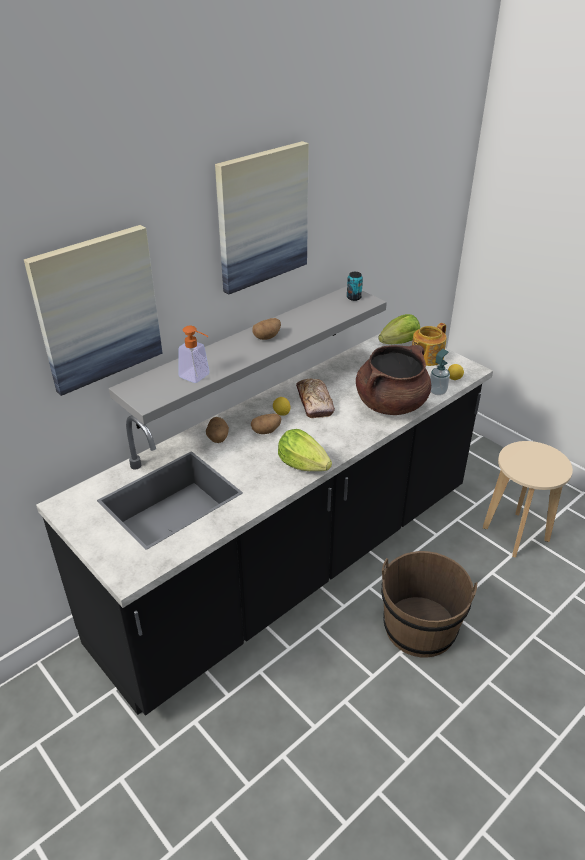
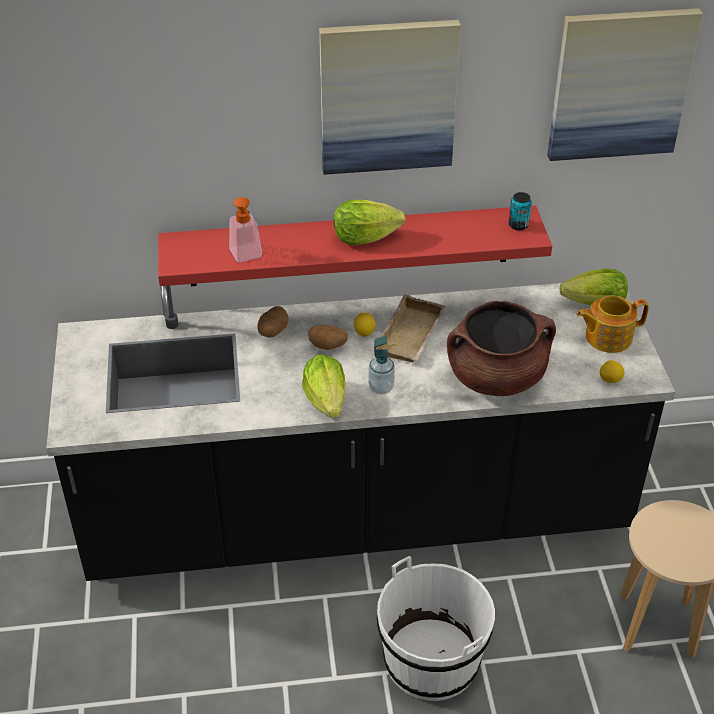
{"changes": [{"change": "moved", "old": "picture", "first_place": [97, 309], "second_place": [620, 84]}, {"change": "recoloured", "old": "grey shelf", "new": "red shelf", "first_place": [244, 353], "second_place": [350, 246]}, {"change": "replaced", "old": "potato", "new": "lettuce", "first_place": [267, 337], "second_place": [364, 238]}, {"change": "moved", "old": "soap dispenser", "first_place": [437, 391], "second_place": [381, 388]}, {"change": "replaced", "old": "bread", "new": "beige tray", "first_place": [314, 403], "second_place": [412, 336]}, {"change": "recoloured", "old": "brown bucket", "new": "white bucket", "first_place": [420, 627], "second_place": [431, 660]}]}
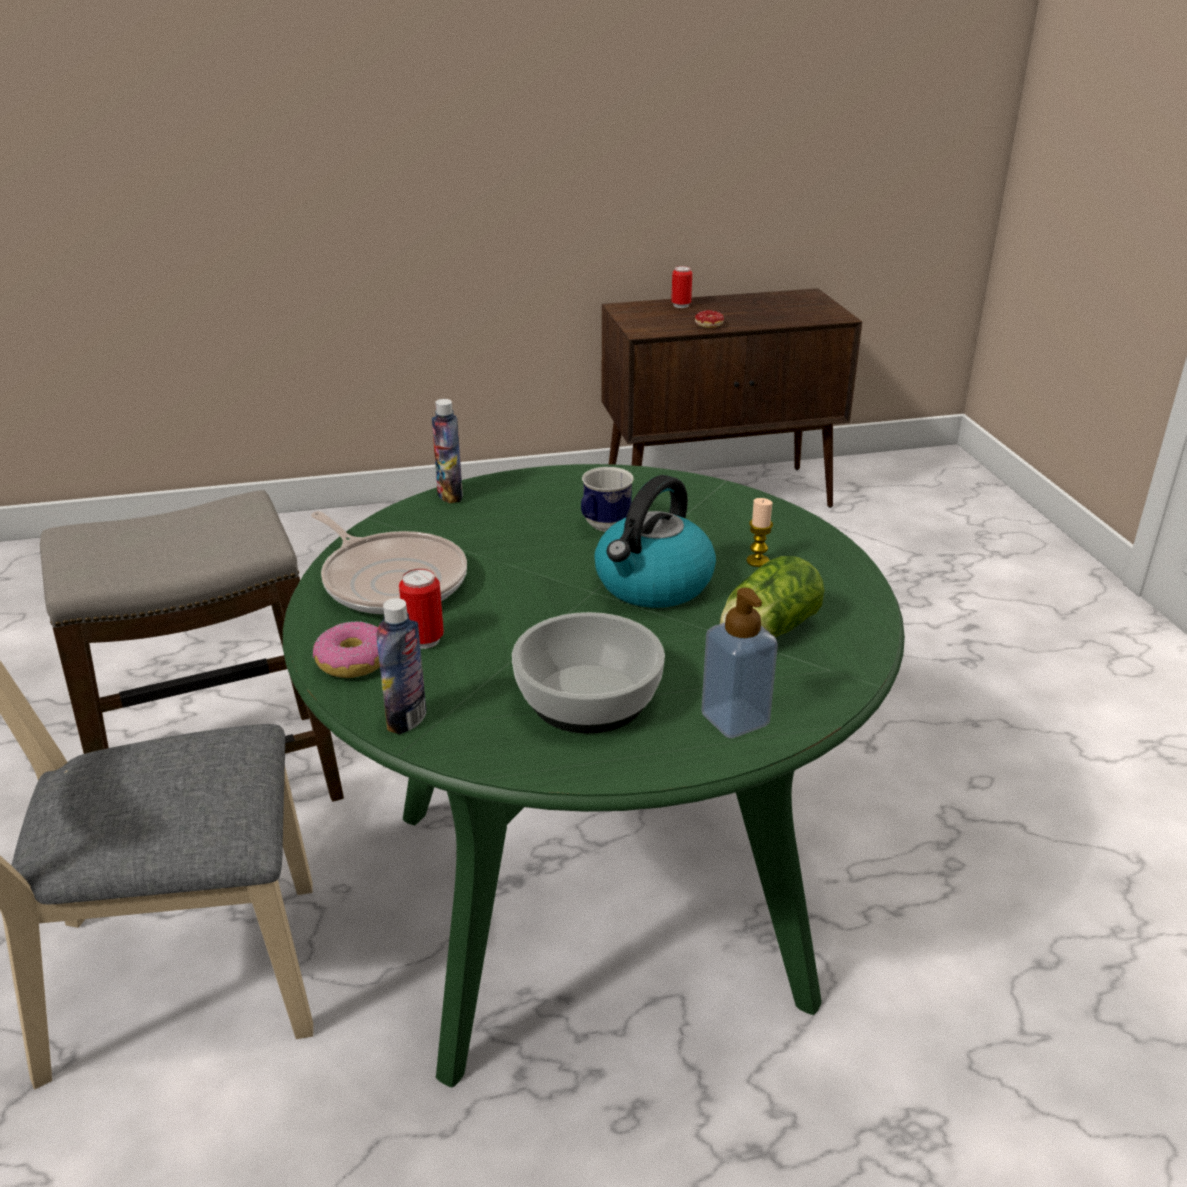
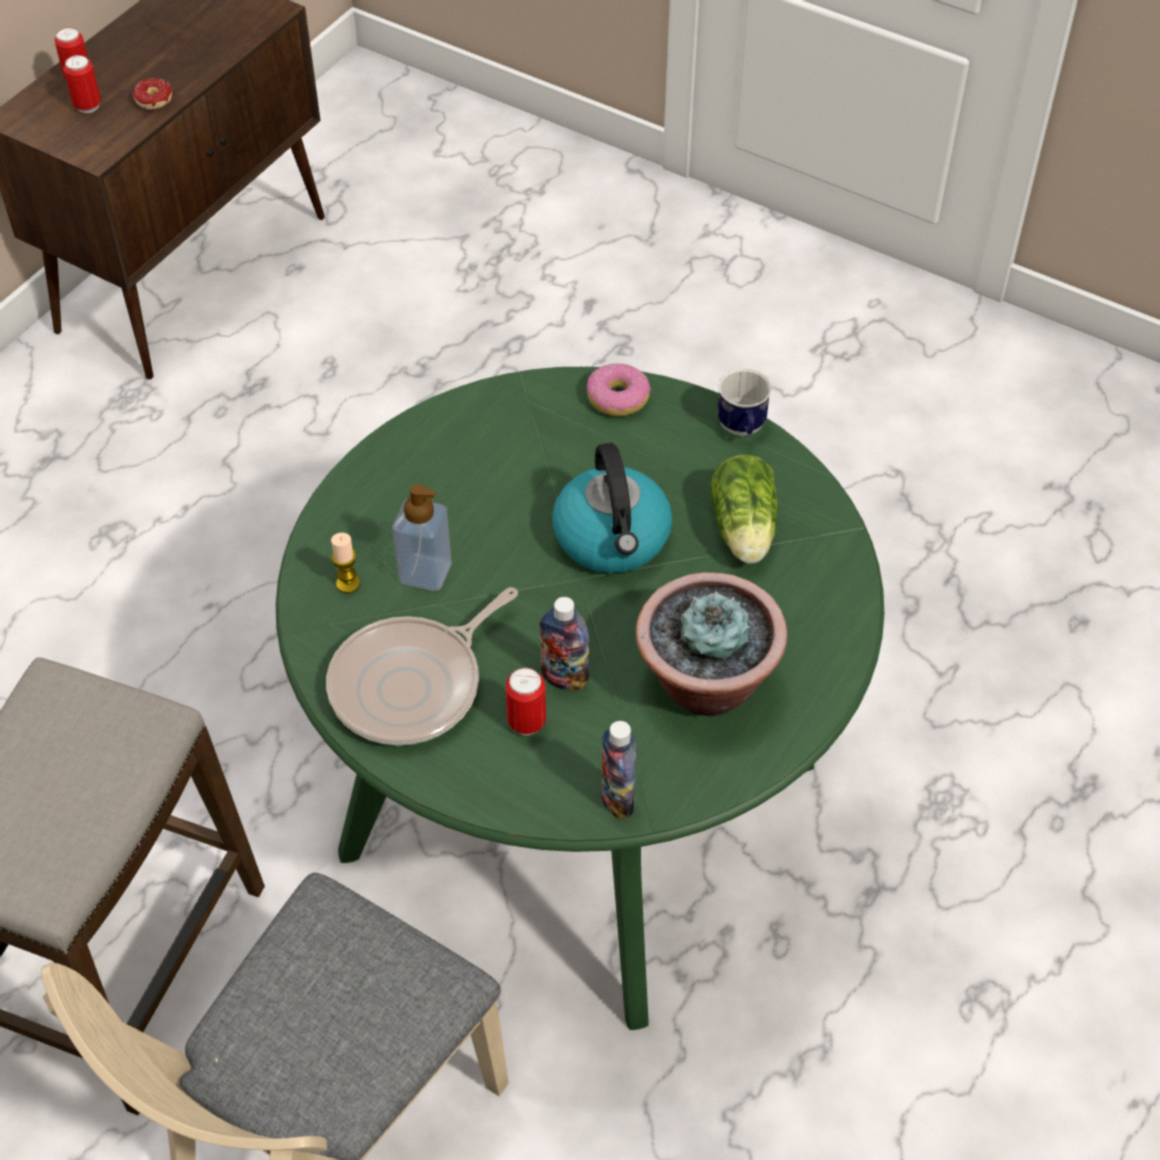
{"changes": [{"change": "moved", "old": "bottle", "first_place": [450, 495], "second_place": [564, 678]}, {"change": "moved", "old": "mug", "first_place": [602, 527], "second_place": [742, 430]}, {"change": "moved", "old": "candle", "first_place": [757, 561], "second_place": [348, 584]}, {"change": "turned", "old": "frying pan", "first_place": [391, 580], "second_place": [413, 685], "degrees": 135}, {"change": "moved", "old": "soap dispenser", "first_place": [735, 719], "second_place": [425, 572]}, {"change": "replaced", "old": "bowl", "new": "potted plant", "first_place": [586, 697], "second_place": [706, 684]}, {"change": "moved", "old": "donut", "first_place": [353, 661], "second_place": [618, 398]}, {"change": "added", "new": "can", "second_place": [88, 106]}]}
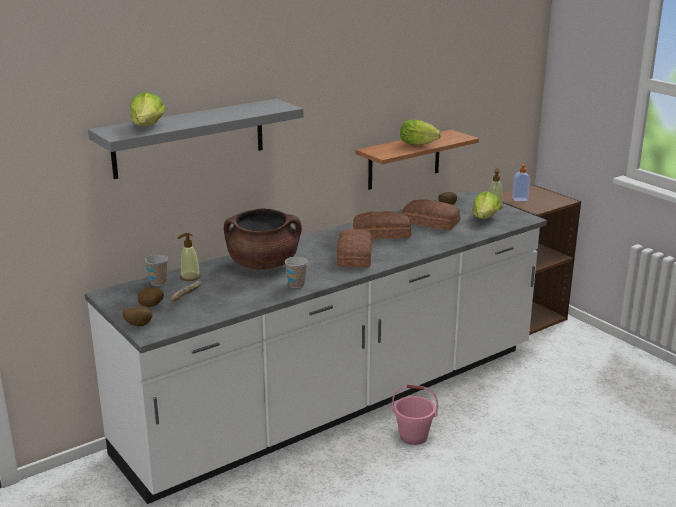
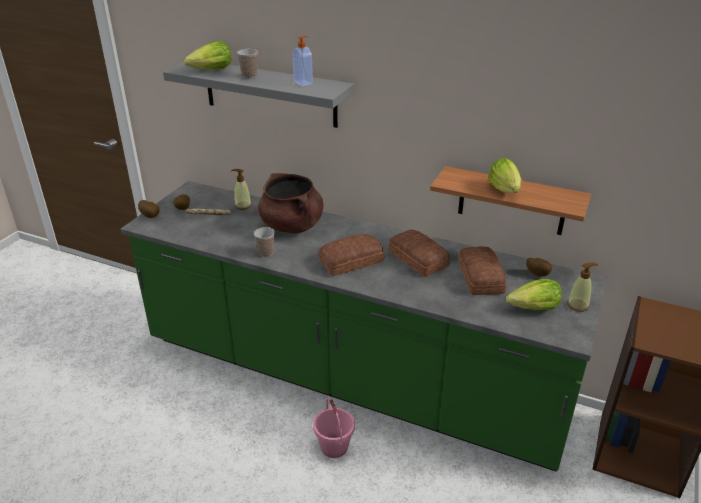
{"changes": [{"change": "moved", "old": "soap dispenser", "first_place": [520, 199], "second_place": [303, 83]}, {"change": "recoloured", "old": "white counter", "new": "green counter", "first_place": [338, 402], "second_place": [350, 378]}, {"change": "moved", "old": "cup", "first_place": [158, 282], "second_place": [249, 76]}]}
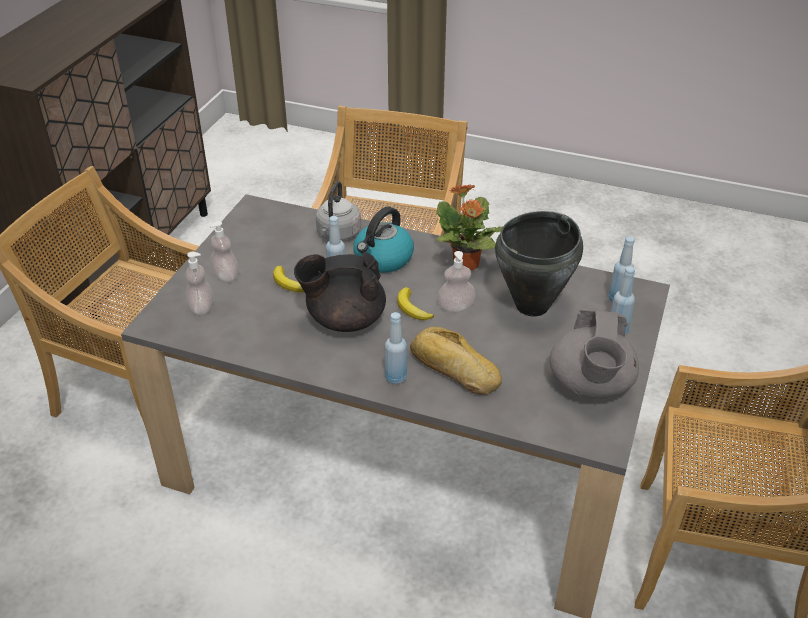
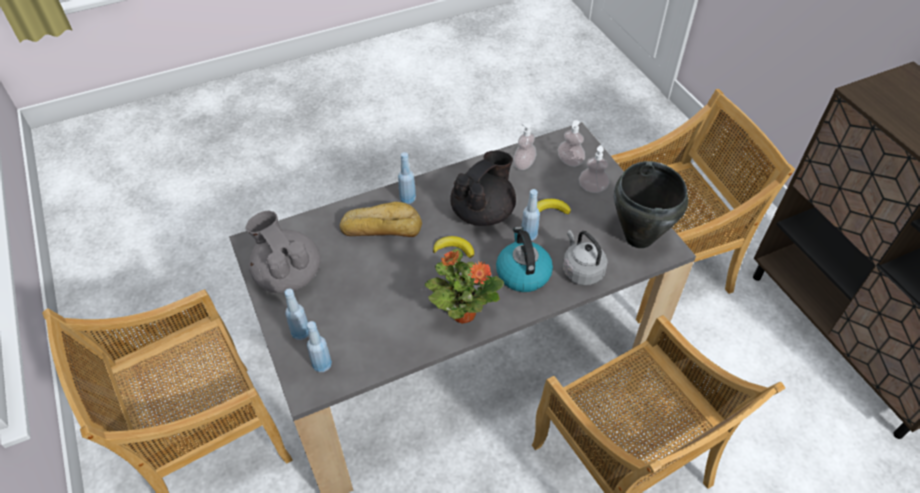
{"changes": [{"change": "moved", "old": "black cooking pot", "first_place": [533, 306], "second_place": [638, 238]}, {"change": "moved", "old": "soap dispenser", "first_place": [456, 307], "second_place": [524, 164]}]}
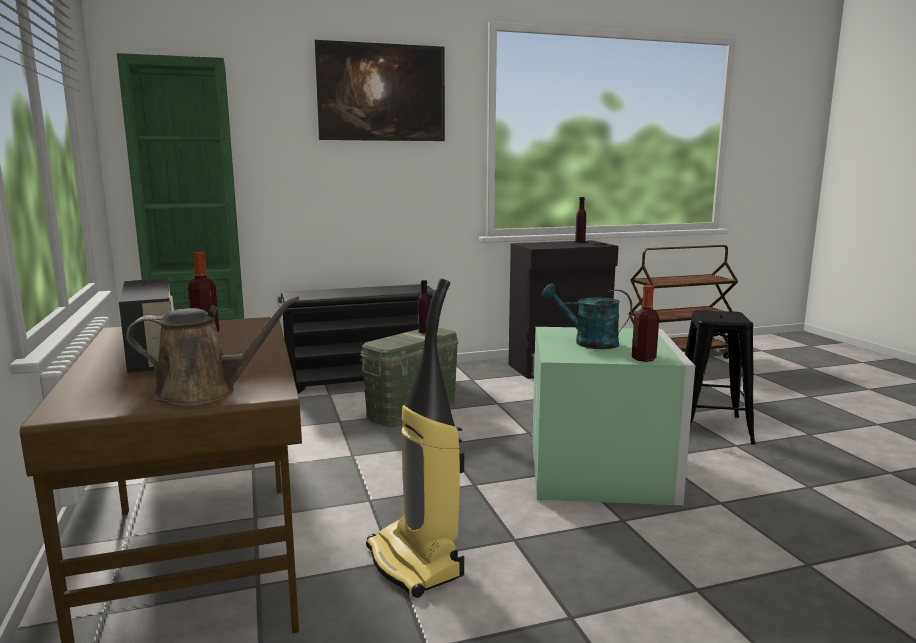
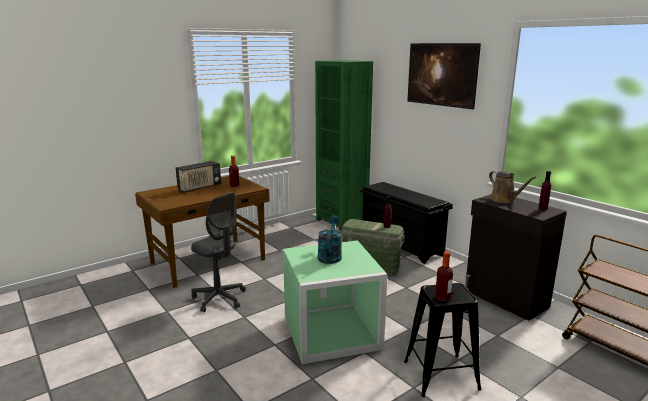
{"changes": [{"change": "replaced", "old": "vacuum cleaner", "new": "grey office chair", "first_place": [416, 562], "second_place": [219, 298]}, {"change": "moved", "old": "bottle", "first_place": [643, 359], "second_place": [442, 297]}, {"change": "moved", "old": "brown watering can", "first_place": [204, 393], "second_place": [504, 200]}]}
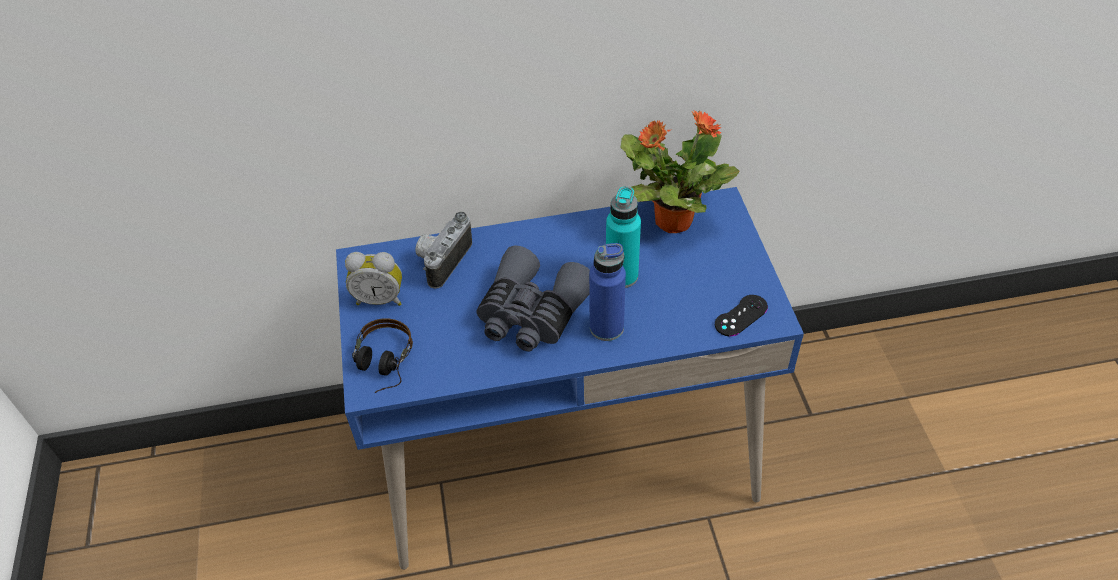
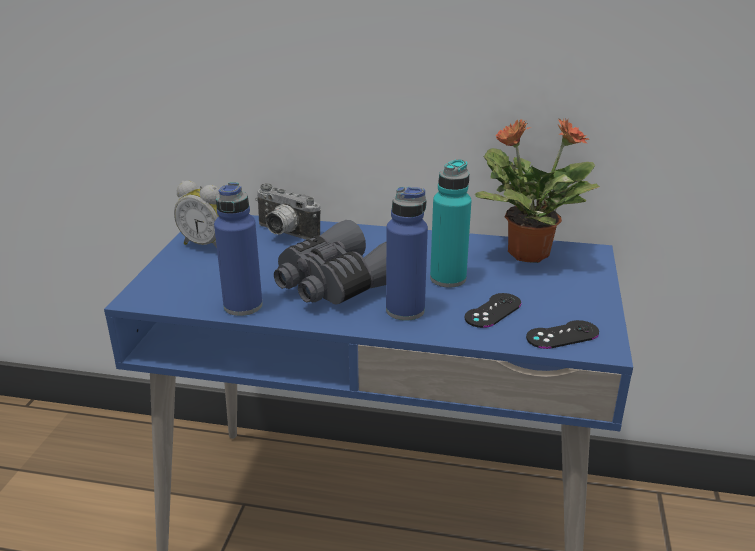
{"changes": [{"change": "turned", "old": "photo camera", "first_place": [442, 260], "second_place": [283, 234], "degrees": -105}, {"change": "removed", "old": "headphones", "first_place": [382, 367]}, {"change": "added", "new": "blue bottle", "second_place": [243, 306]}, {"change": "added", "new": "black game controller", "second_place": [493, 311]}]}
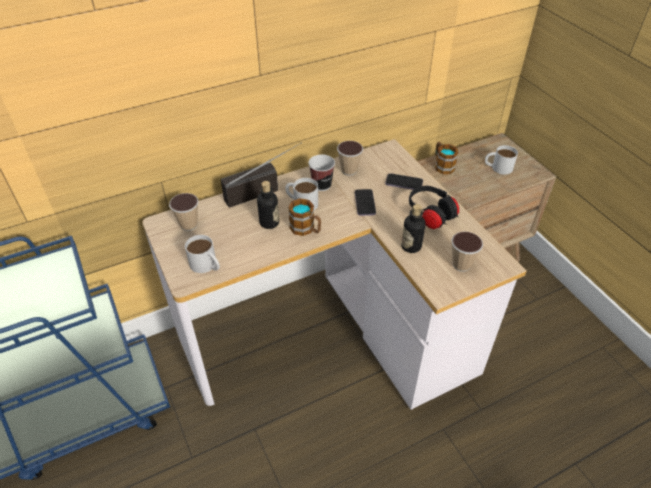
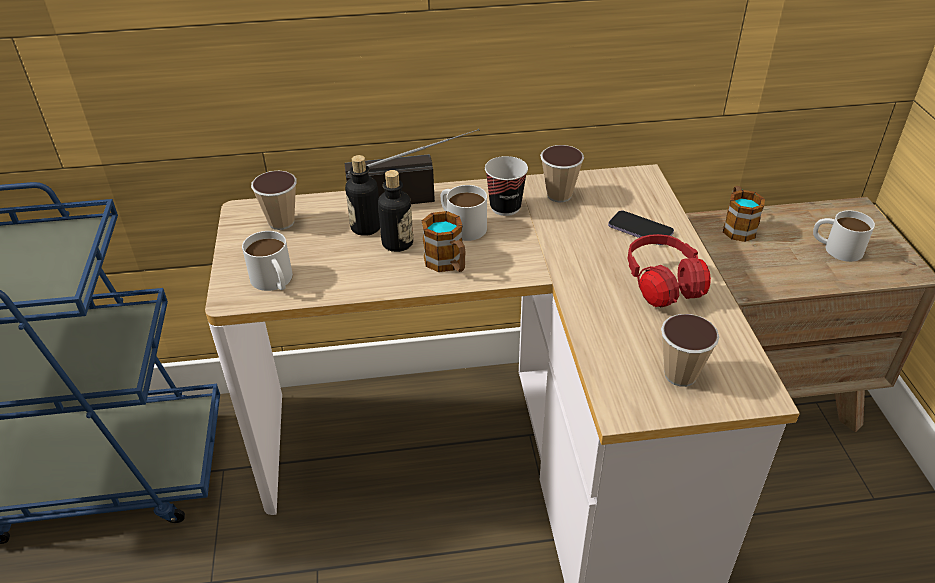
{"changes": [{"change": "recoloured", "old": "black headphones", "new": "red headphones", "first_place": [431, 216], "second_place": [663, 287]}, {"change": "removed", "old": "phone", "first_place": [365, 203]}, {"change": "moved", "old": "bottle", "first_place": [411, 246], "second_place": [366, 227]}]}
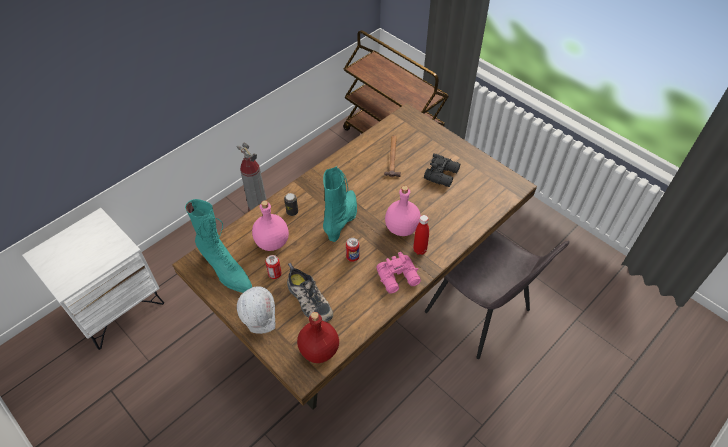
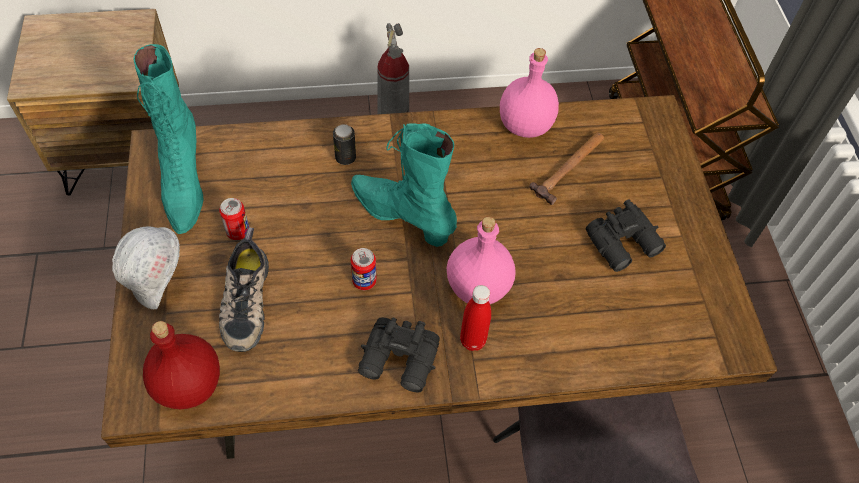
{"changes": [{"change": "turned", "old": "turquoise boot", "first_place": [342, 220], "second_place": [402, 216], "degrees": -105}, {"change": "moved", "old": "pink bottle", "first_place": [272, 243], "second_place": [524, 126]}, {"change": "recoloured", "old": "white nightstand", "new": "brown nightstand", "first_place": [115, 305], "second_place": [128, 153]}, {"change": "recoloured", "old": "pink binoculars", "new": "black binoculars", "first_place": [399, 278], "second_place": [400, 362]}]}
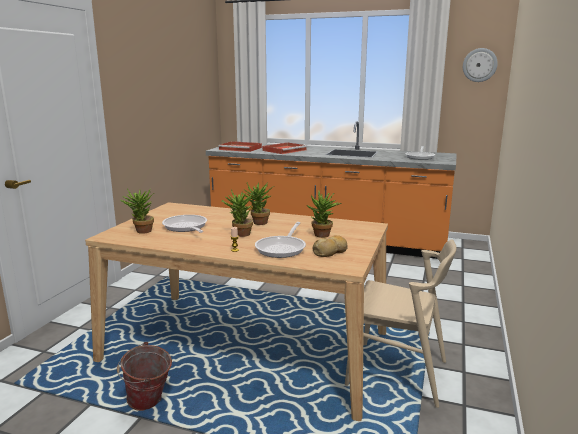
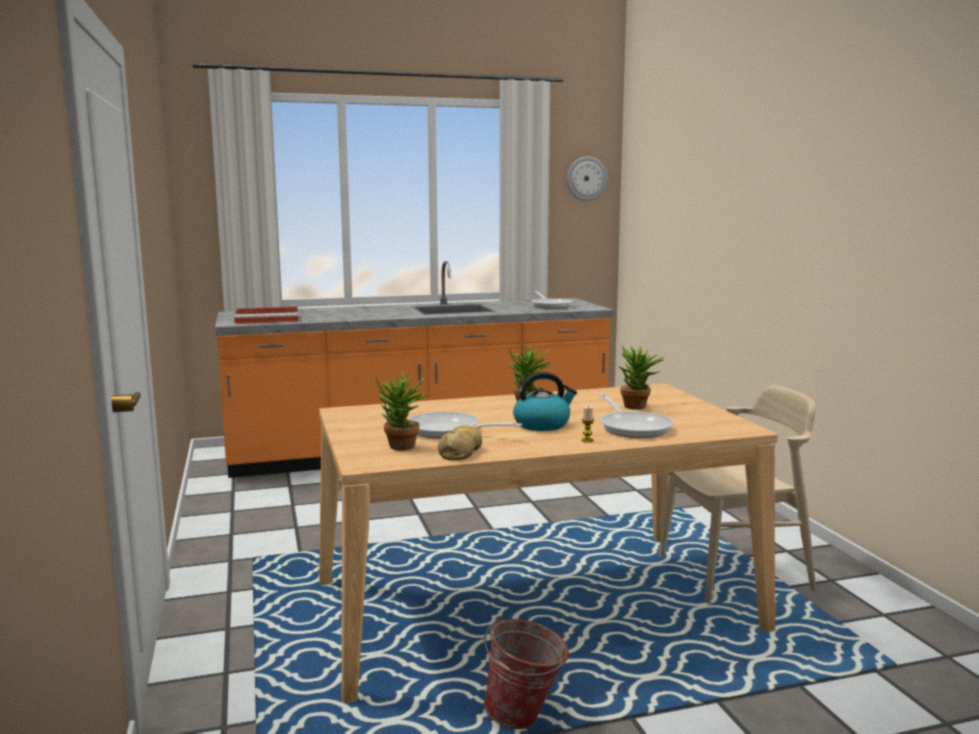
{"changes": [{"change": "removed", "old": "red tray", "first_place": [285, 150]}, {"change": "replaced", "old": "potted plant", "new": "kettle", "first_place": [239, 234], "second_place": [542, 424]}, {"change": "moved", "old": "bread", "first_place": [331, 252], "second_place": [461, 452]}]}
